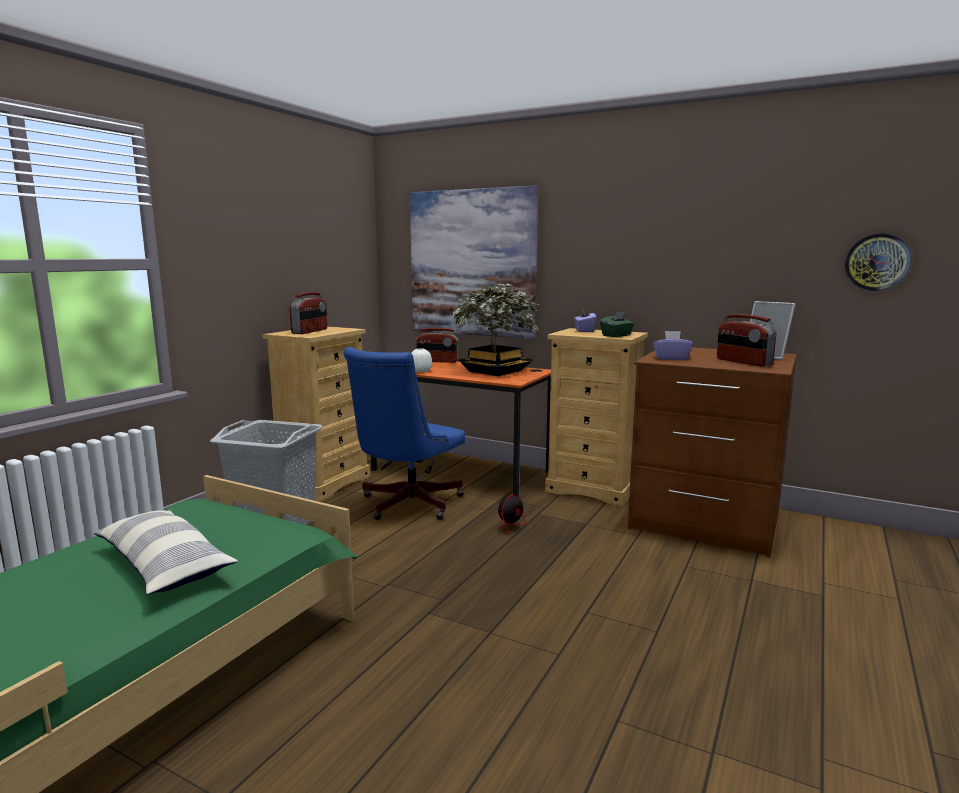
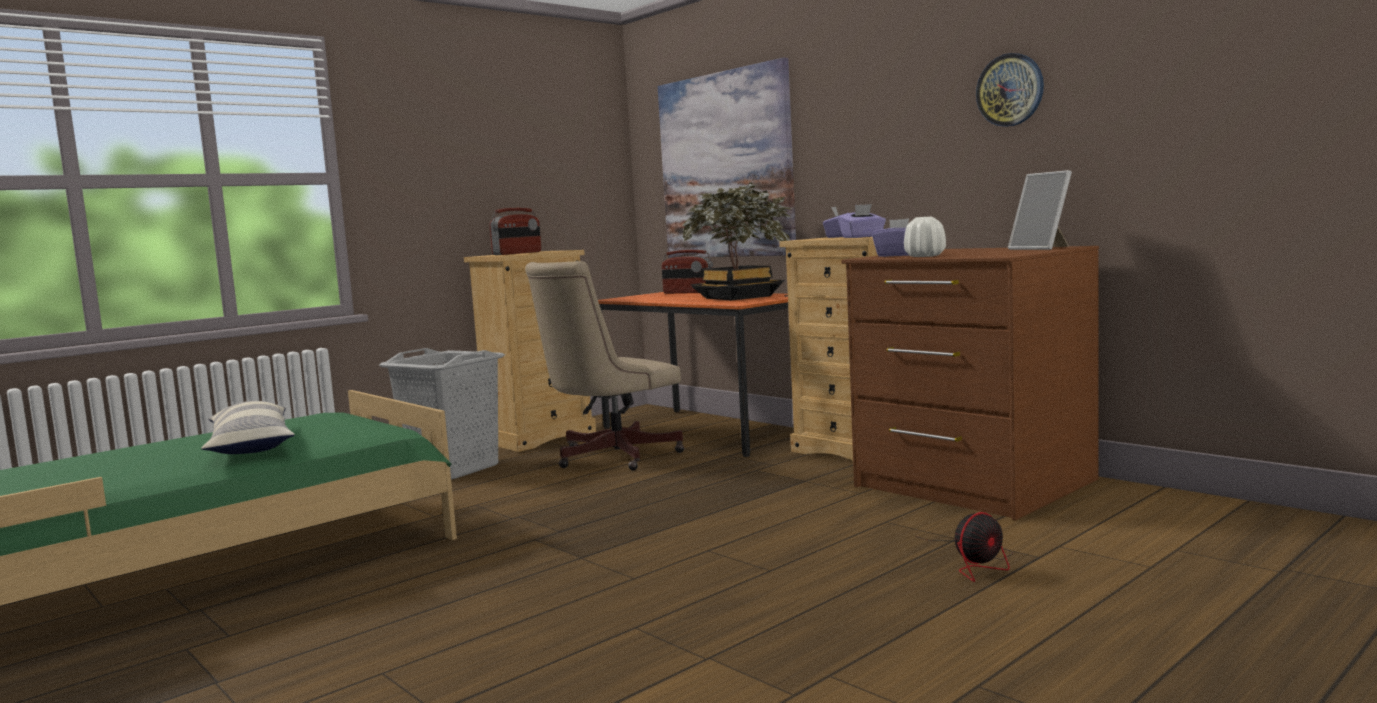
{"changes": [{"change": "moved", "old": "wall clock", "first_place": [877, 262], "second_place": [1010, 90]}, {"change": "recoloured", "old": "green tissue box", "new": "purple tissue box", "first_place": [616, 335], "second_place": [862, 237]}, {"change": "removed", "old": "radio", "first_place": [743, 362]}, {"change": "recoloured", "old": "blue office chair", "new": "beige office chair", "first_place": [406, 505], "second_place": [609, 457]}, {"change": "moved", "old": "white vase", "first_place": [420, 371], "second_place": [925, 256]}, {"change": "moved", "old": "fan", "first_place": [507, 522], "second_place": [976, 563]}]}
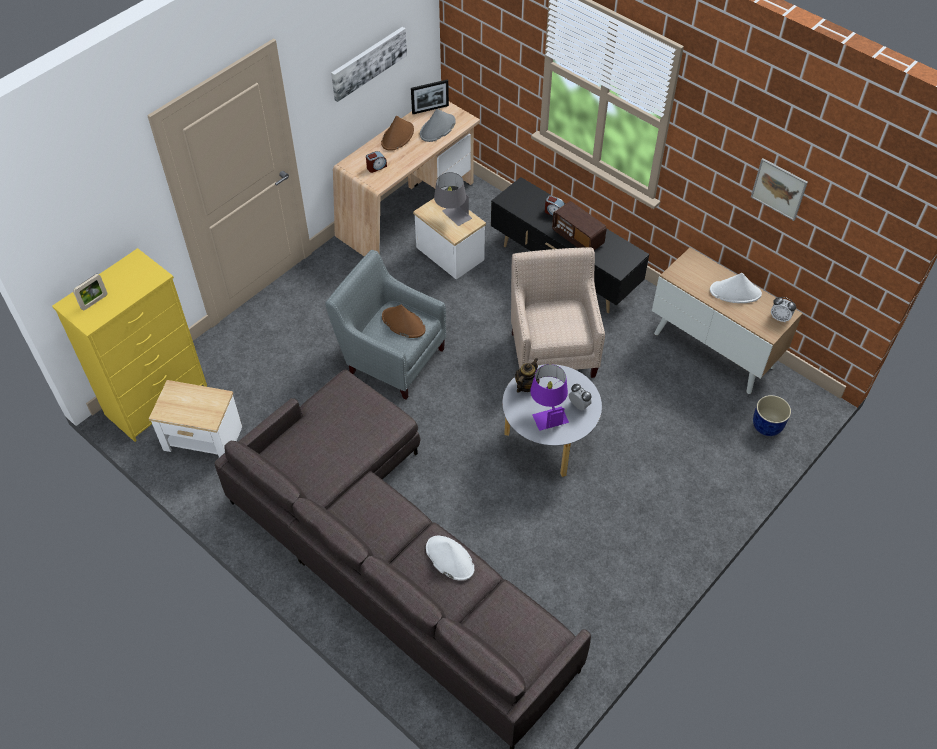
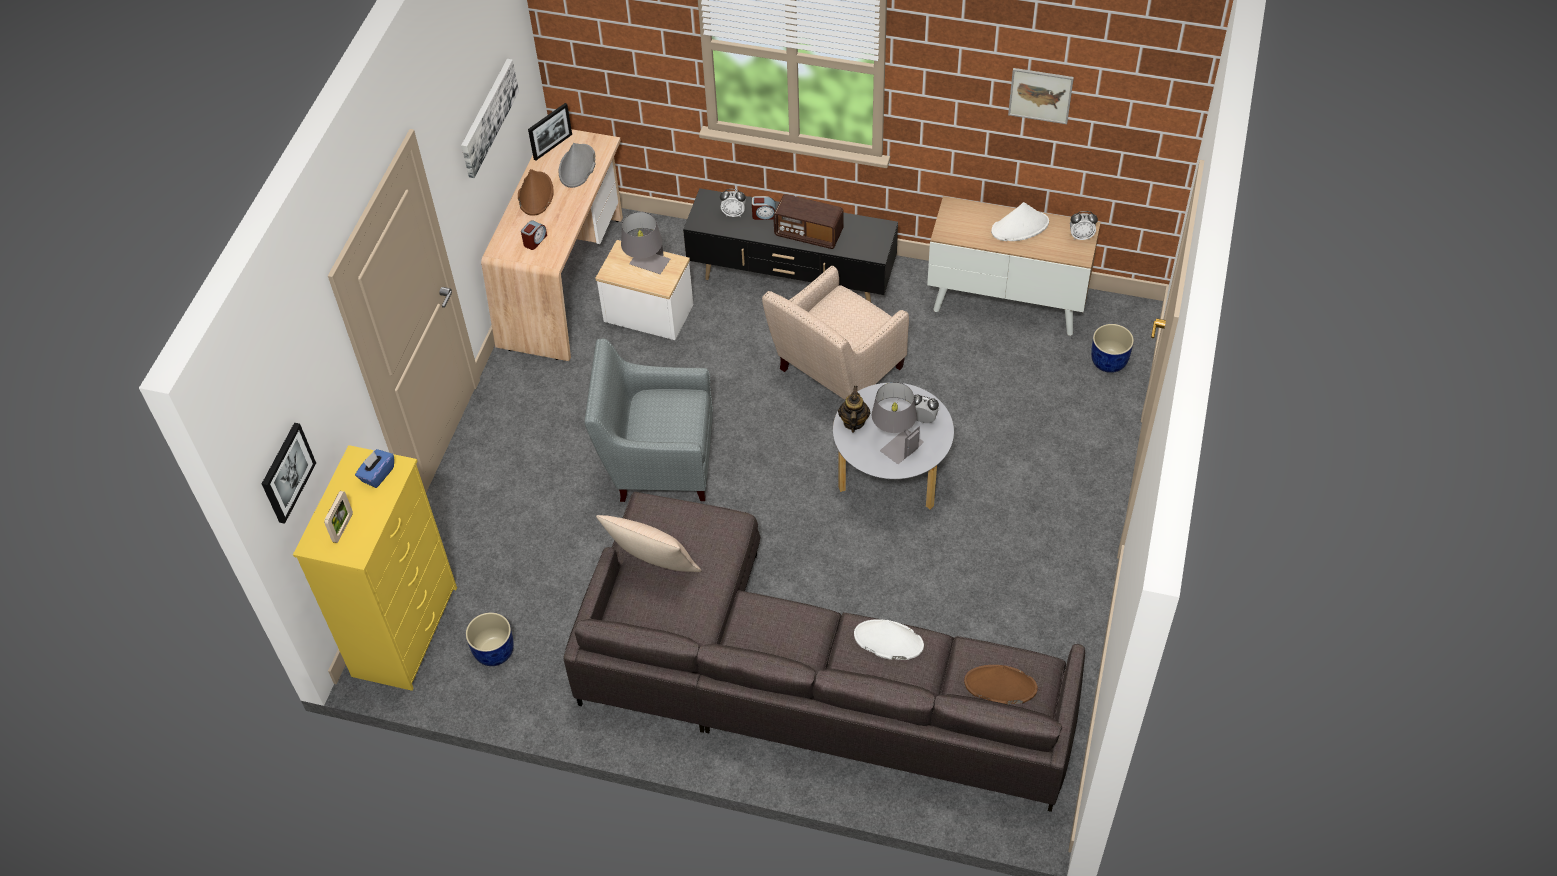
{"changes": [{"change": "turned", "old": "beige armchair", "first_place": [553, 348], "second_place": [835, 373], "degrees": -105}, {"change": "moved", "old": "brown hat", "first_place": [403, 323], "second_place": [1000, 685]}, {"change": "recoloured", "old": "purple table lamp", "new": "grey table lamp", "first_place": [547, 413], "second_place": [895, 441]}, {"change": "replaced", "old": "side table", "new": "blue planter", "first_place": [203, 439], "second_place": [494, 651]}, {"change": "added", "new": "alarm clock", "second_place": [733, 213]}, {"change": "added", "new": "picture", "second_place": [286, 472]}, {"change": "added", "new": "blue tissue box", "second_place": [377, 474]}, {"change": "added", "new": "beige pillow", "second_place": [653, 567]}]}
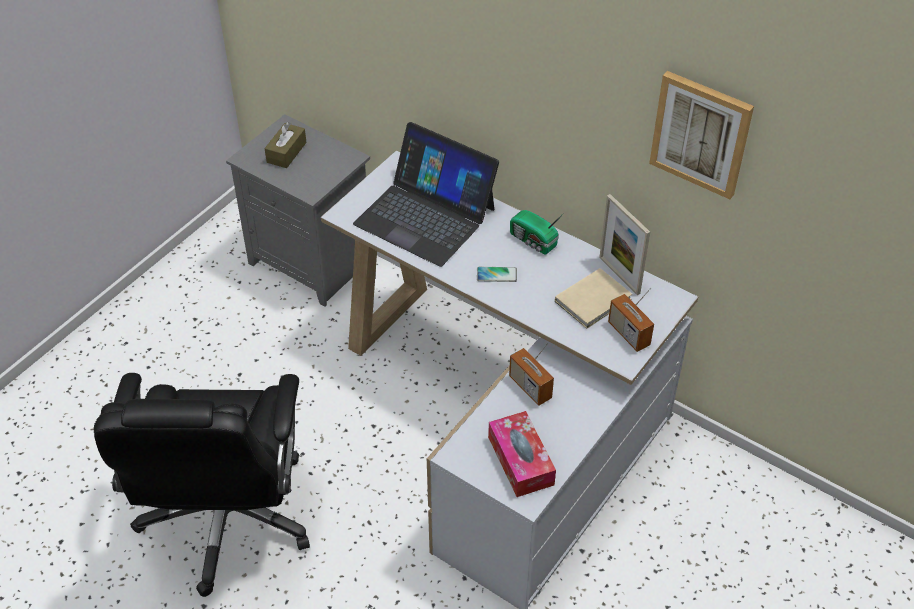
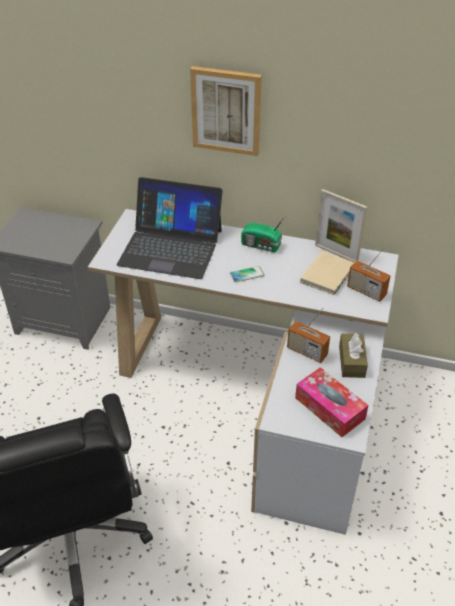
{"changes": [{"change": "moved", "old": "picture", "first_place": [701, 133], "second_place": [226, 110]}, {"change": "moved", "old": "brown tissue box", "first_place": [286, 152], "second_place": [351, 361]}]}
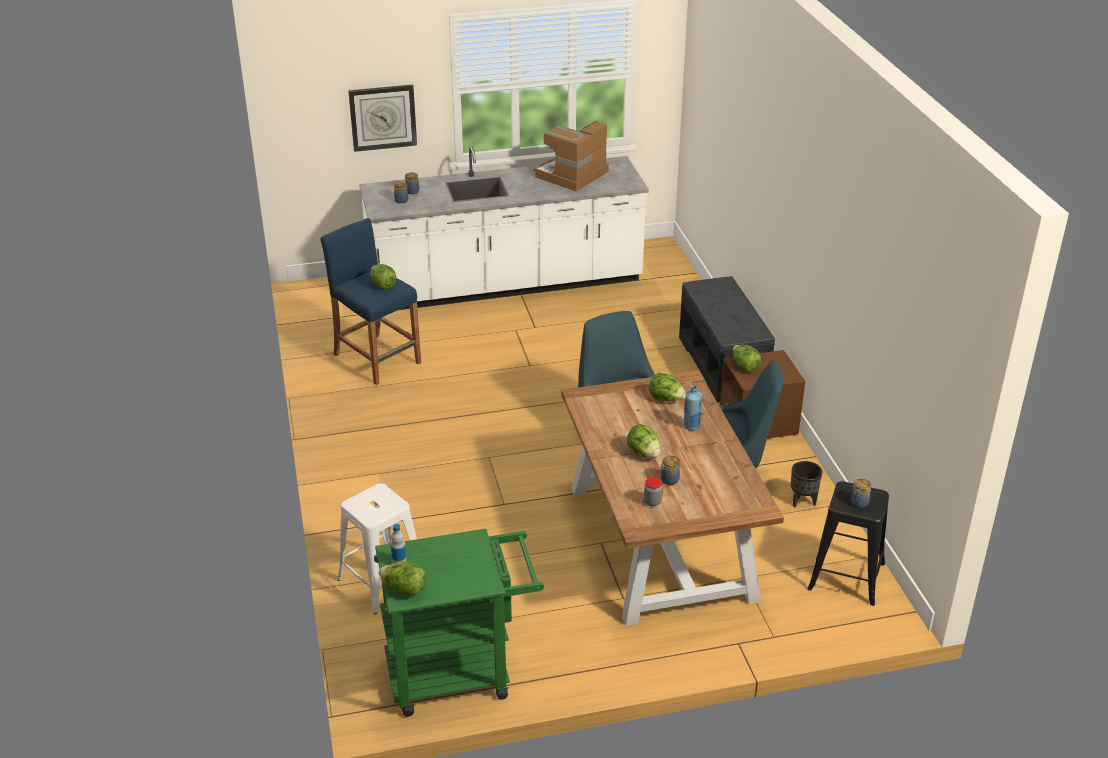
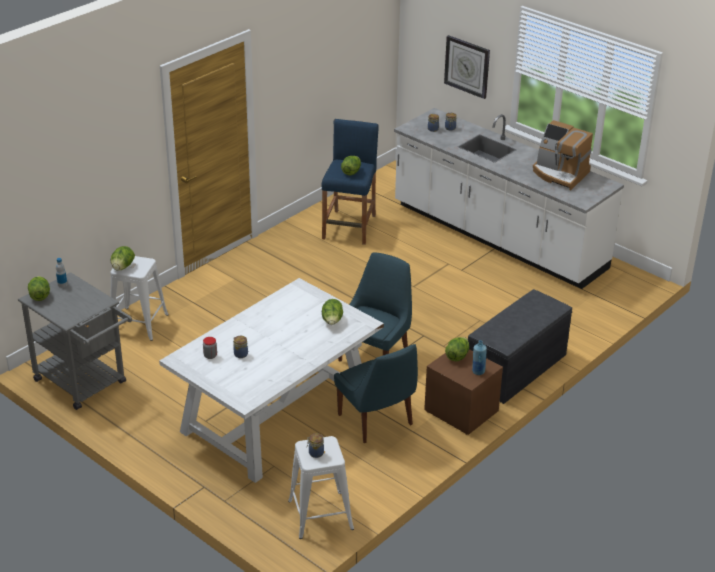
{"changes": [{"change": "turned", "old": "coffee machine", "first_place": [572, 175], "second_place": [559, 174], "degrees": -150}, {"change": "recoloured", "old": "brown dining table", "new": "white dining table", "first_place": [661, 543], "second_place": [276, 416]}, {"change": "moved", "old": "blue bottle", "first_place": [691, 426], "second_place": [478, 371]}, {"change": "moved", "old": "lettuce", "first_place": [643, 453], "second_place": [122, 267]}, {"change": "removed", "old": "black planter", "first_place": [802, 501]}, {"change": "recoloured", "old": "black stool", "new": "white stool", "first_place": [846, 576], "second_place": [320, 514]}, {"change": "recoloured", "old": "green cart", "new": "grey cart", "first_place": [460, 672], "second_place": [85, 384]}]}
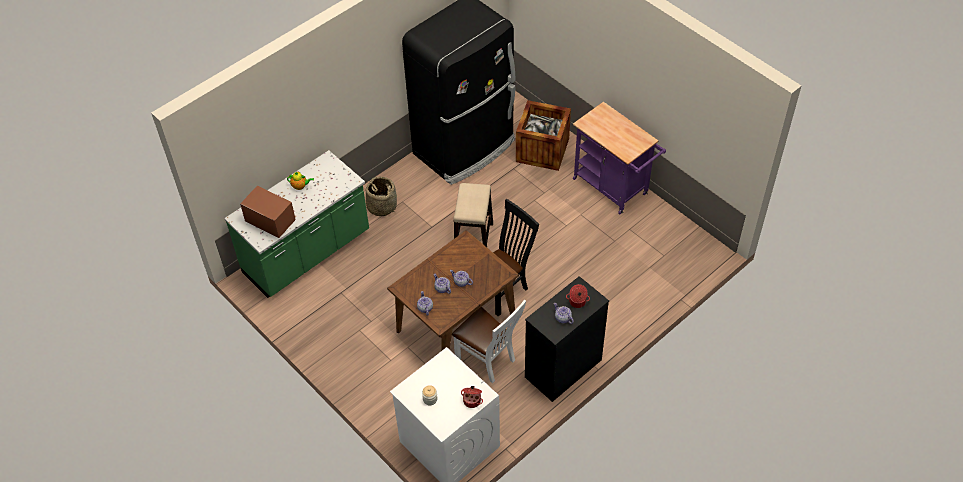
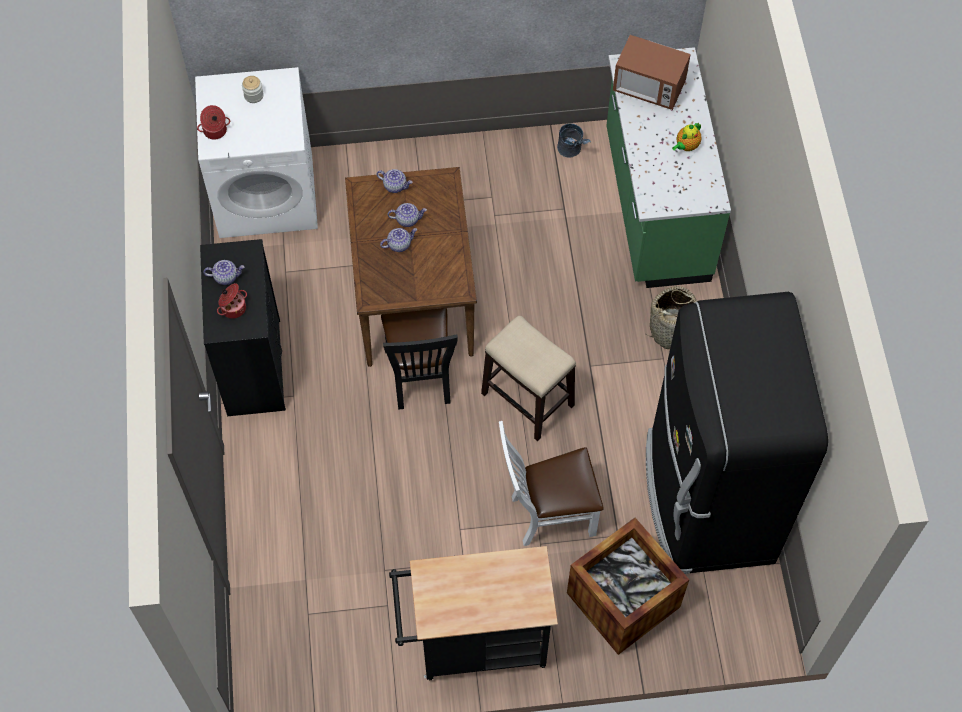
{"changes": [{"change": "recoloured", "old": "purple cart", "new": "black cart", "first_place": [614, 189], "second_place": [473, 642]}, {"change": "turned", "old": "microwave", "first_place": [271, 222], "second_place": [648, 88], "degrees": 45}, {"change": "moved", "old": "white chair", "first_place": [488, 360], "second_place": [547, 514]}, {"change": "added", "new": "grey bucket", "second_place": [572, 151]}]}
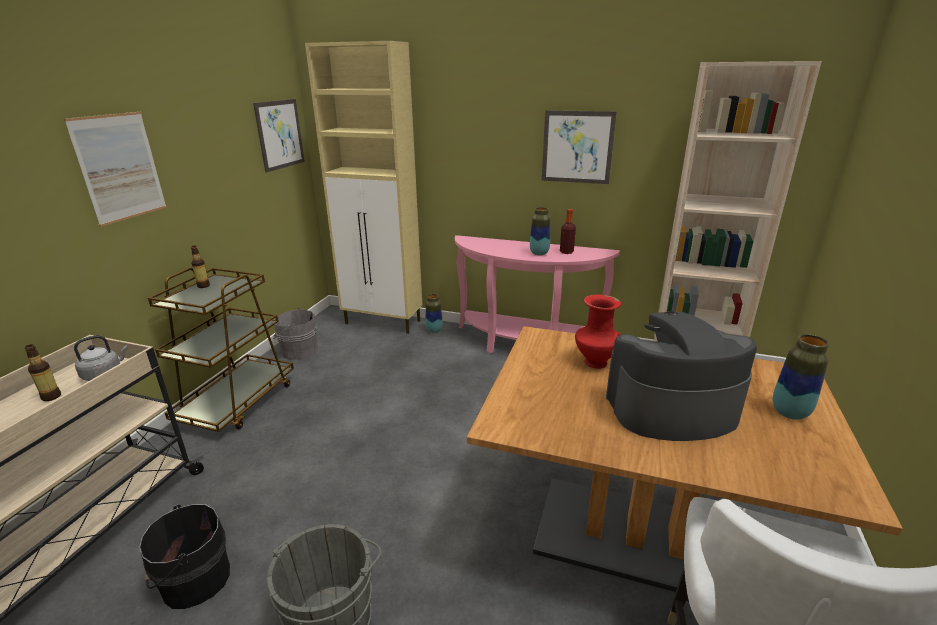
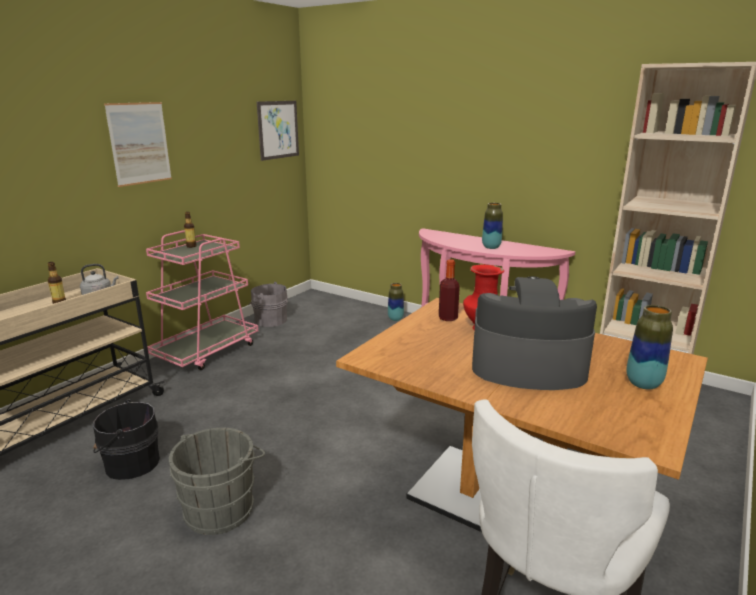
{"changes": [{"change": "removed", "old": "beige cabinet", "first_place": [383, 322]}, {"change": "removed", "old": "picture", "first_place": [577, 147]}, {"change": "moved", "old": "bottle", "first_place": [566, 252], "second_place": [448, 318]}, {"change": "recoloured", "old": "brown cart", "new": "pink cart", "first_place": [238, 402], "second_place": [207, 351]}]}
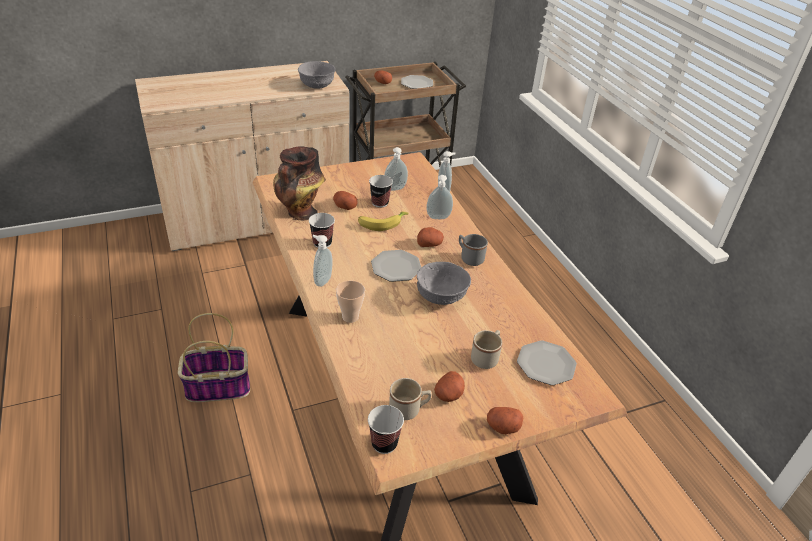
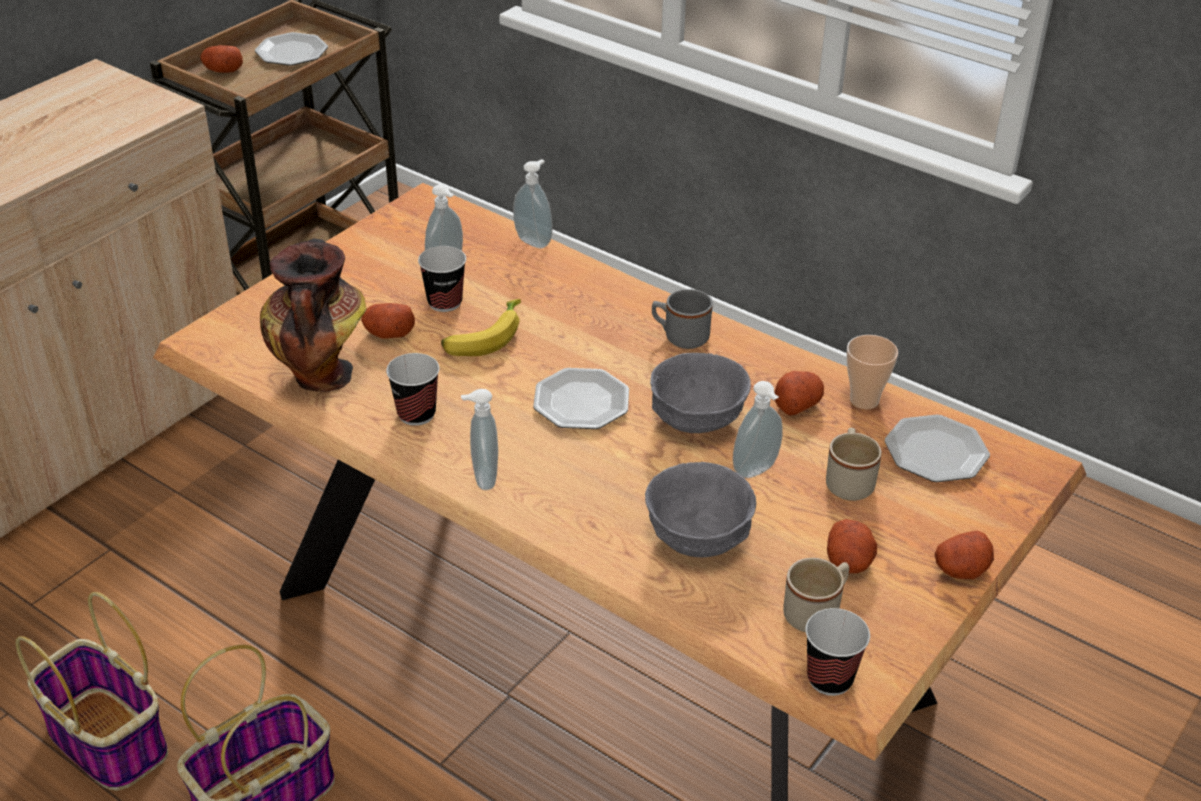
{"changes": [{"change": "moved", "old": "grey bowl", "first_place": [317, 85], "second_place": [699, 536]}, {"change": "moved", "old": "soap dispenser", "first_place": [438, 218], "second_place": [757, 471]}, {"change": "moved", "old": "potato", "first_place": [429, 244], "second_place": [797, 404]}, {"change": "moved", "old": "cup", "first_place": [350, 317], "second_place": [864, 400]}, {"change": "added", "new": "basket", "second_place": [106, 740]}]}
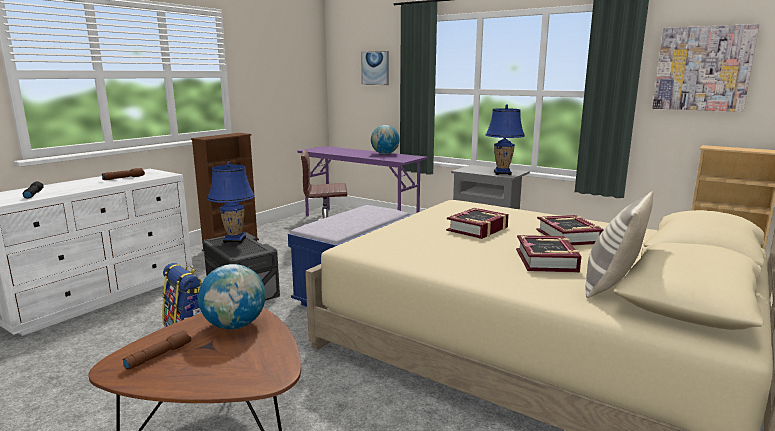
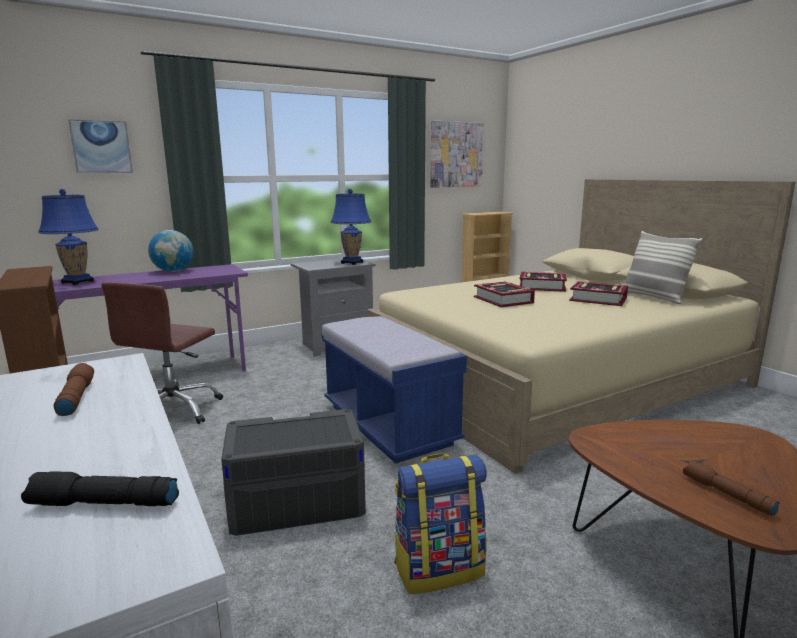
{"changes": [{"change": "moved", "old": "blue table lamp", "first_place": [234, 240], "second_place": [77, 282]}, {"change": "removed", "old": "globe", "first_place": [235, 325]}]}
